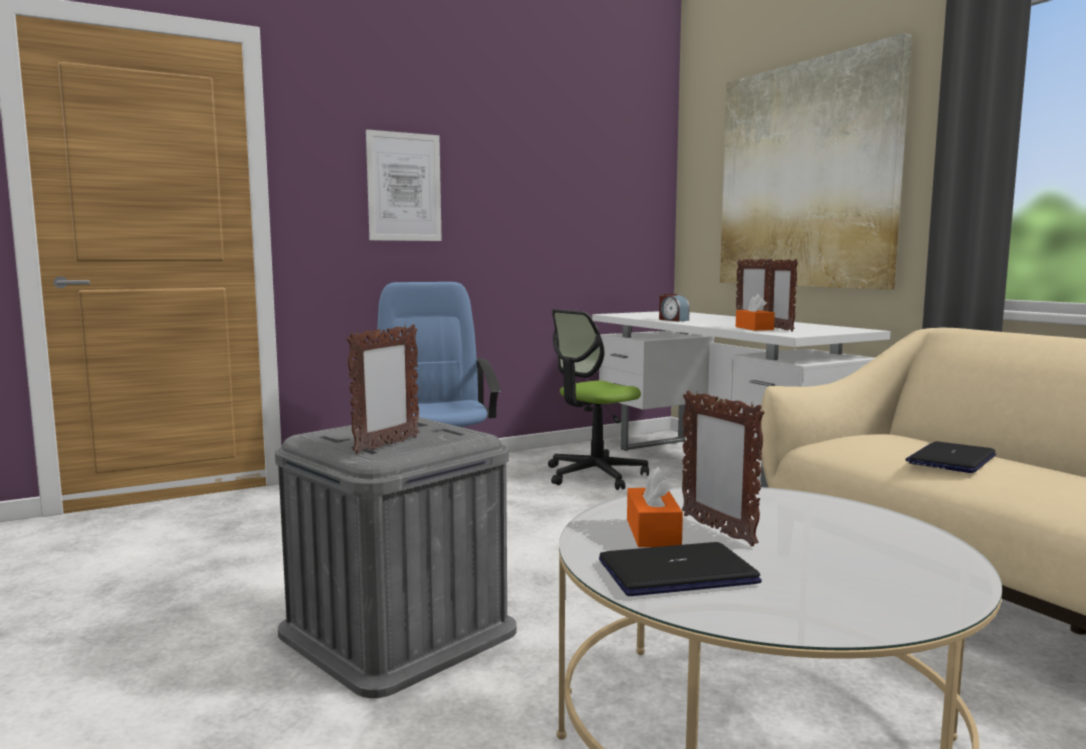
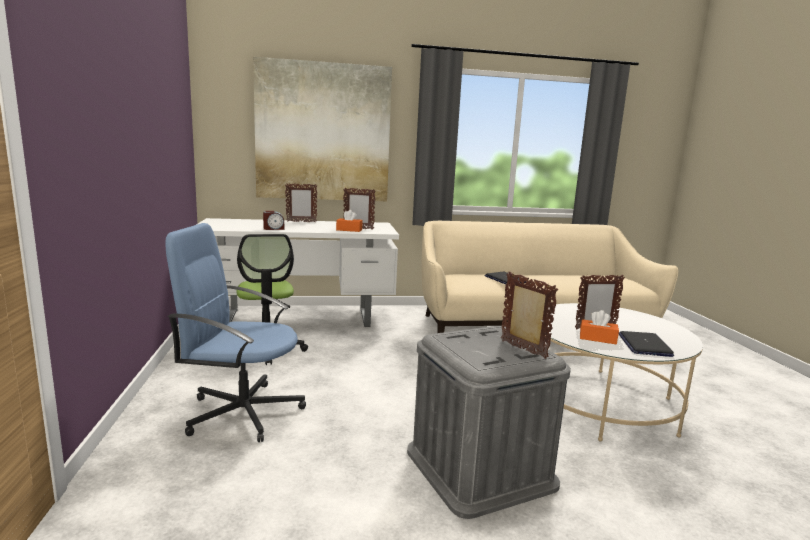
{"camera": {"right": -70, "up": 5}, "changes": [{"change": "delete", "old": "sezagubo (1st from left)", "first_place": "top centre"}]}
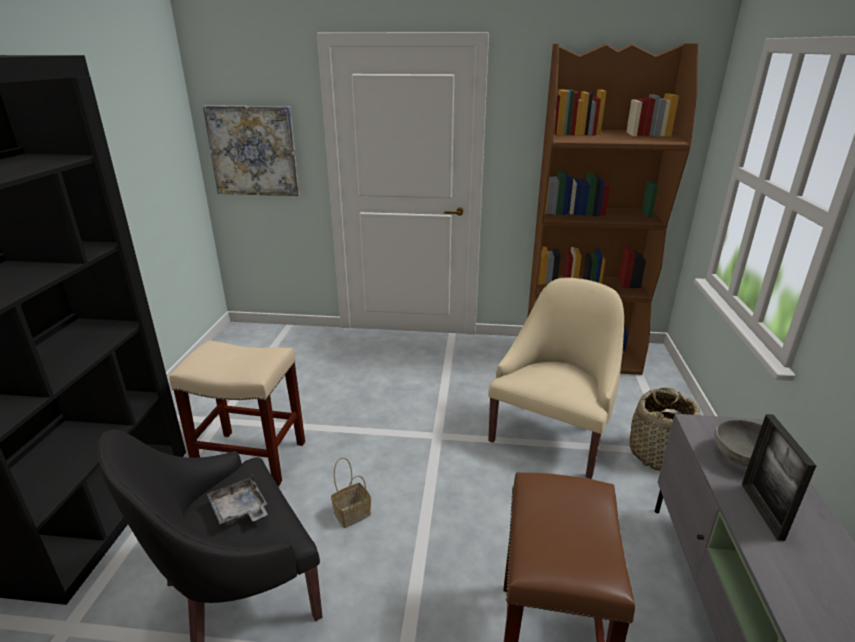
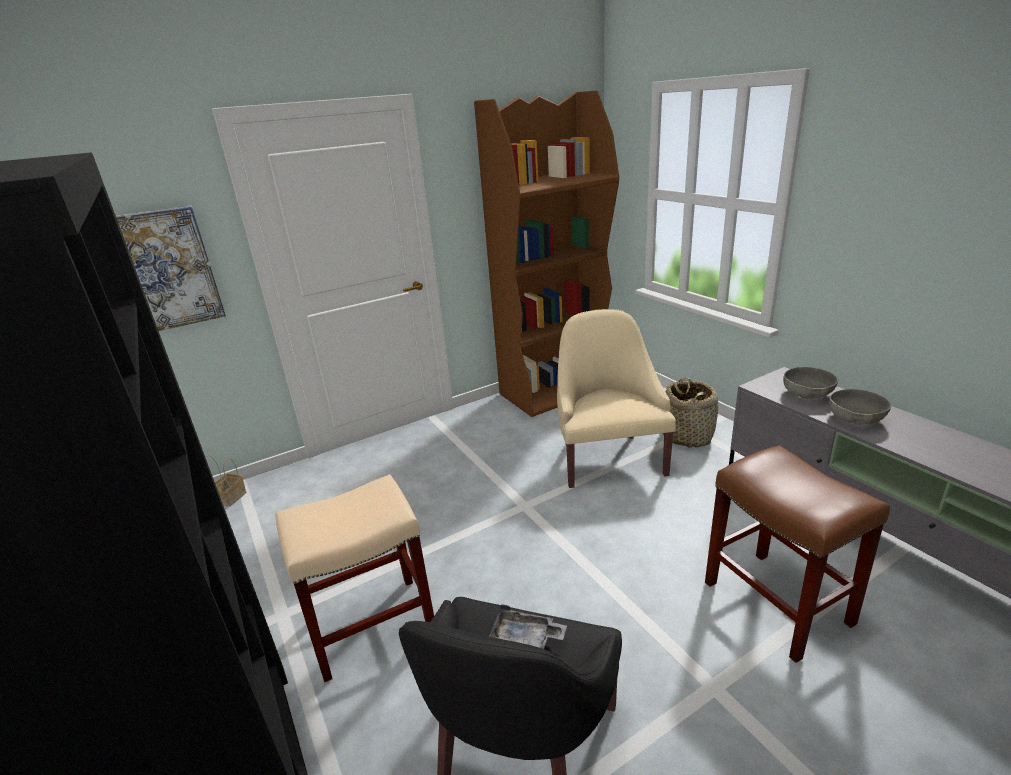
{"camera": {"right": -35, "up": 0}, "changes": [{"change": "move", "old": "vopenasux (1st from left)", "first_place": "bottom centre", "second_place": "middle left"}, {"change": "replace", "old": "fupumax", "new": "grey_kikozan (2nd from left)", "first_place": "bottom right", "second_place": "middle right"}]}
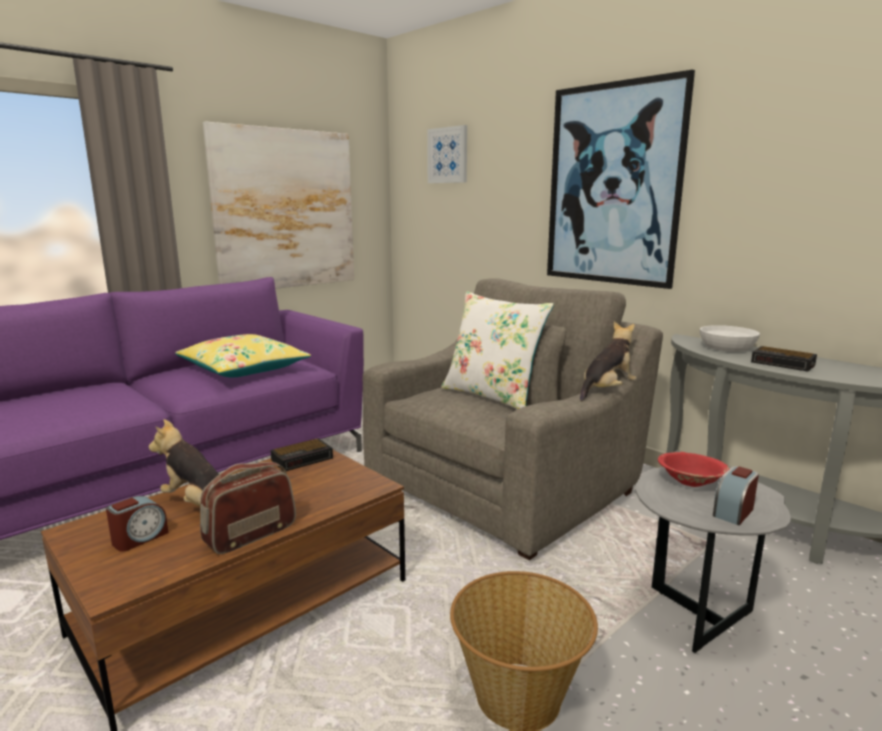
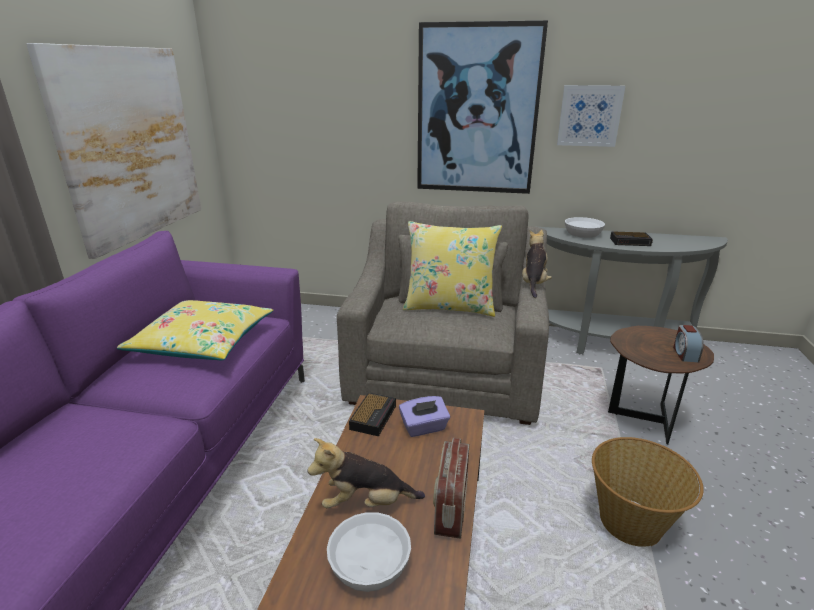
{"camera": {"right": -35, "up": 10}, "changes": [{"change": "delete", "old": "red_kikozan", "first_place": "middle right"}, {"change": "insert", "new": "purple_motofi", "second_place": "bottom centre"}, {"change": "move", "old": "sezagubo (2nd from left in the first image)", "new": "sezagubo (3rd from left)", "first_place": "top centre", "second_place": "top right"}, {"change": "replace", "old": "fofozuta (1st from left)", "new": "white_kikozan (1st from left)", "first_place": "bottom left", "second_place": "bottom centre"}, {"change": "recolor", "old": "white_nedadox", "new": "yellow_nedadox (2nd from left)", "first_place": "centre", "second_place": "centre"}, {"change": "recolor", "old": "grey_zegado", "new": "brown_zegado", "first_place": "bottom right", "second_place": "middle right"}]}
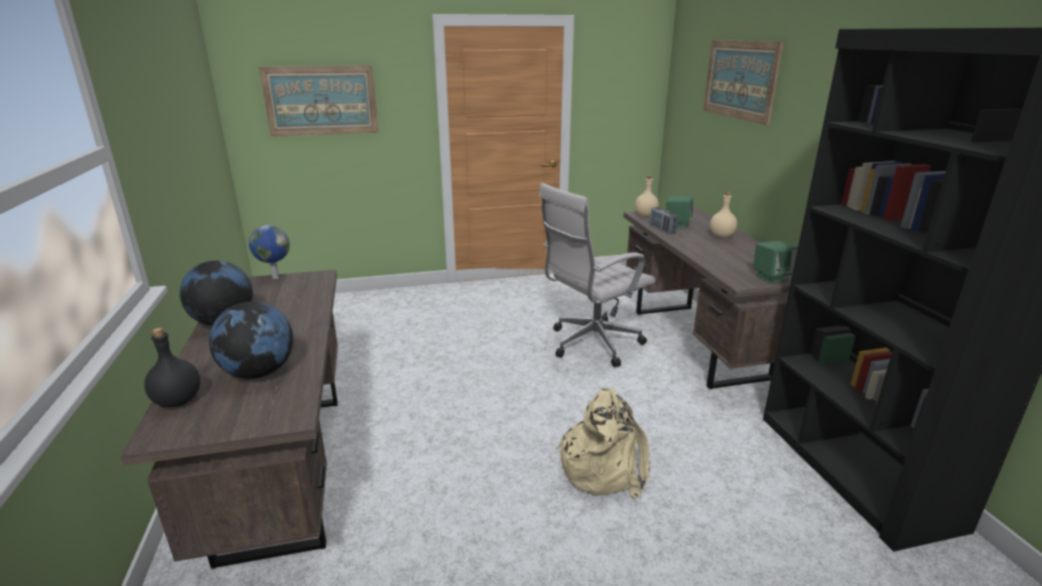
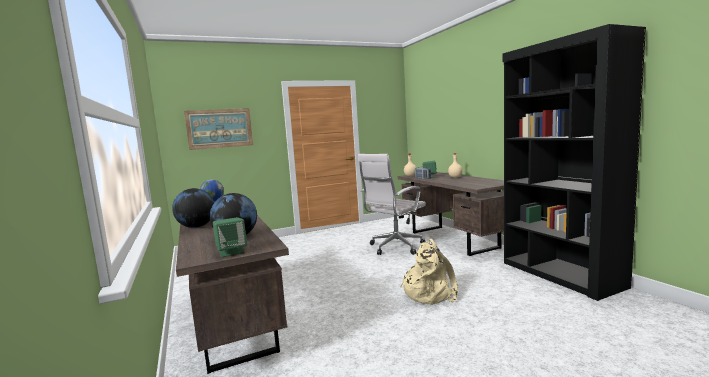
{"camera": {"right": -10, "up": -15}, "changes": [{"change": "delete", "old": "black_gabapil", "first_place": "middle left"}, {"change": "delete", "old": "sezagubo (2nd from left)", "first_place": "top right"}, {"change": "move", "old": "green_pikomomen (2nd from left in the first image)", "new": "green_pikomomen (1st from left)", "first_place": "middle right", "second_place": "middle left"}]}
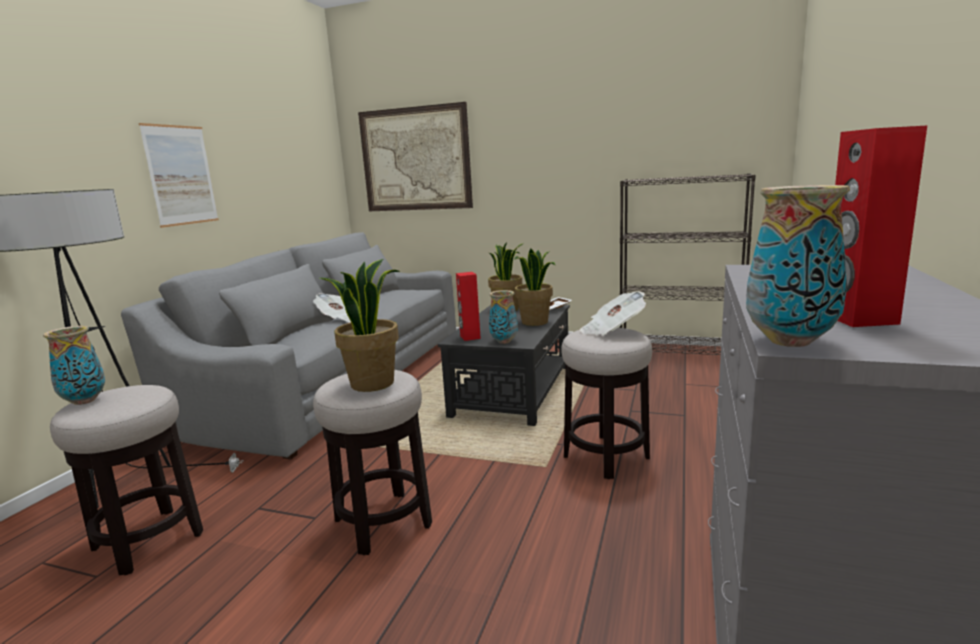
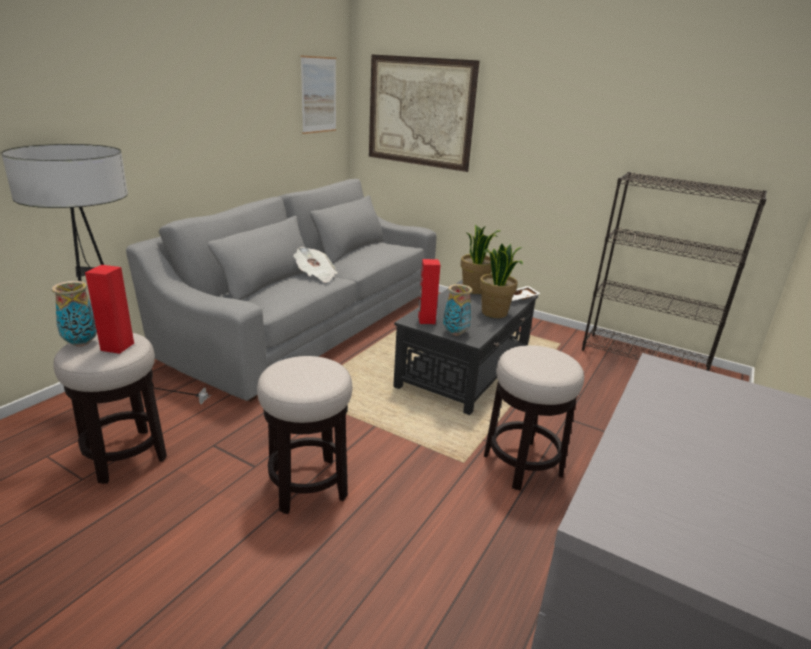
{"camera": {"right": 10, "up": 10}, "changes": [{"change": "delete", "old": "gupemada (1st from left)", "first_place": "centre"}, {"change": "delete", "old": "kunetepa (2nd from left)", "first_place": "centre"}, {"change": "delete", "old": "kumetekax (3rd from left)", "first_place": "middle right"}, {"change": "move", "old": "sezagubo (1st from left)", "first_place": "top left", "second_place": "top centre"}, {"change": "move", "old": "red_pikomomen (2nd from left in the first image)", "new": "red_pikomomen (1st from left)", "first_place": "middle right", "second_place": "middle left"}]}
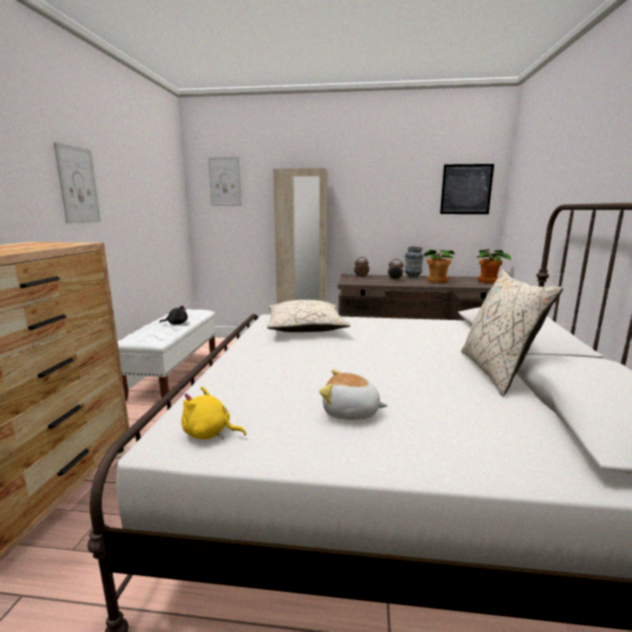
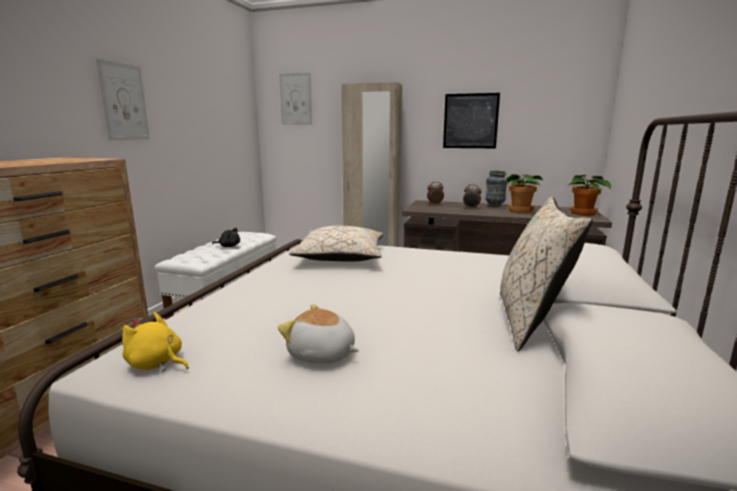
{"camera": {"right": 10, "up": 0}, "changes": [{"change": "move", "old": "sezagubo (3rd from left)", "first_place": "top right", "second_place": "top centre"}]}
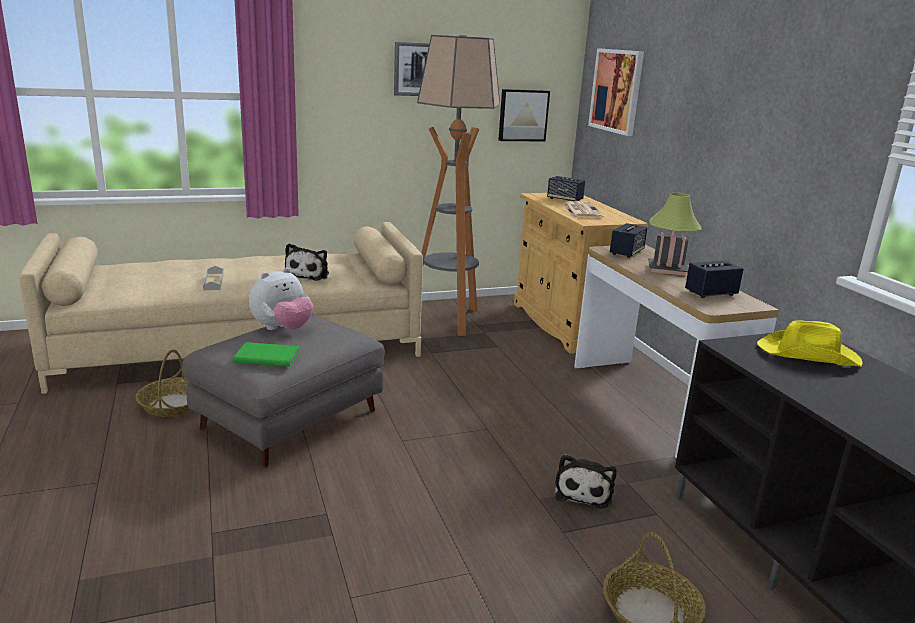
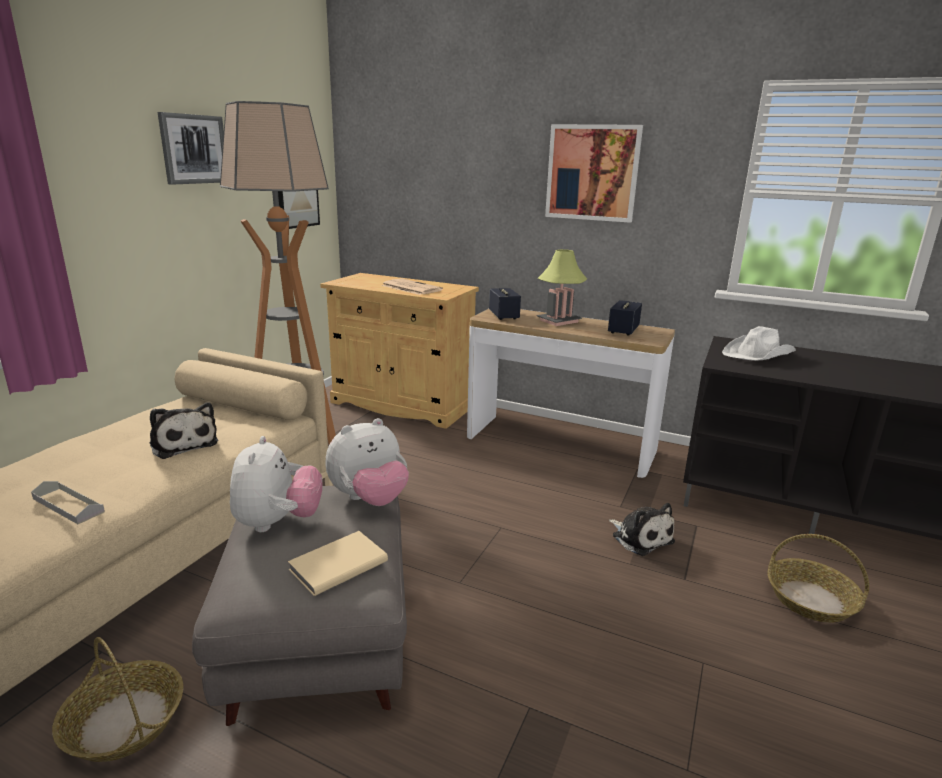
{"camera": {"right": -45, "up": 0}, "changes": [{"change": "delete", "old": "pikomomen (1st from left)", "first_place": "top centre"}, {"change": "insert", "new": "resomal (3rd from left)", "second_place": "centre"}, {"change": "move", "old": "sezagubo (3rd from left)", "first_place": "top right", "second_place": "top centre"}, {"change": "recolor", "old": "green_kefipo", "new": "beige_kefipo", "first_place": "middle left", "second_place": "bottom centre"}, {"change": "recolor", "old": "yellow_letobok", "new": "white_letobok", "first_place": "middle right", "second_place": "middle right"}]}
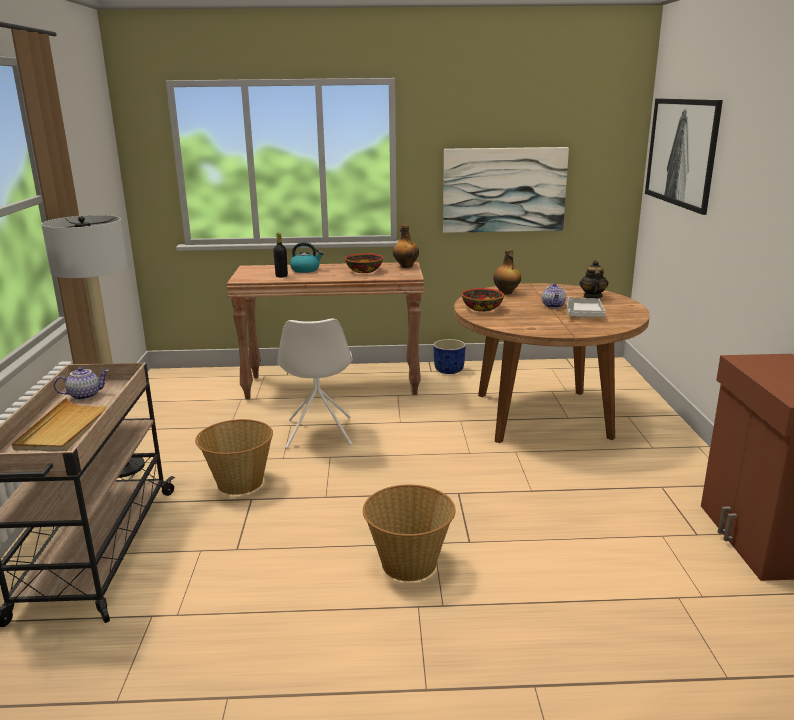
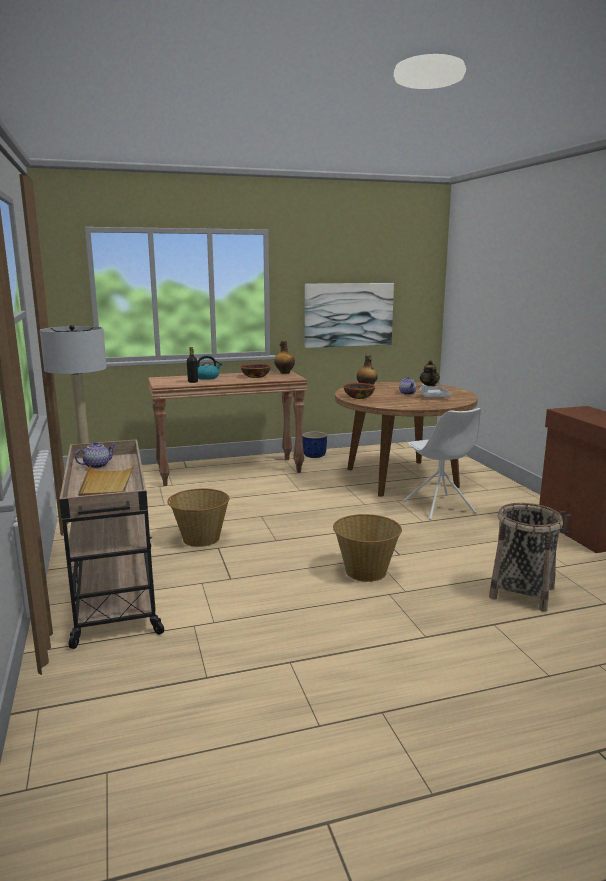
{"camera": {"right": -15, "up": -5}, "changes": [{"change": "delete", "old": "sezagubo (2nd from left)", "first_place": "top right"}, {"change": "insert", "new": "vopenasux (3rd from left)", "second_place": "middle right"}, {"change": "move", "old": "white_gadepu", "first_place": "centre", "second_place": "middle right"}]}
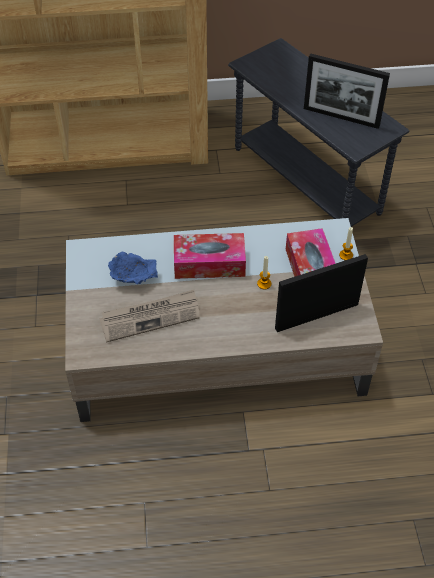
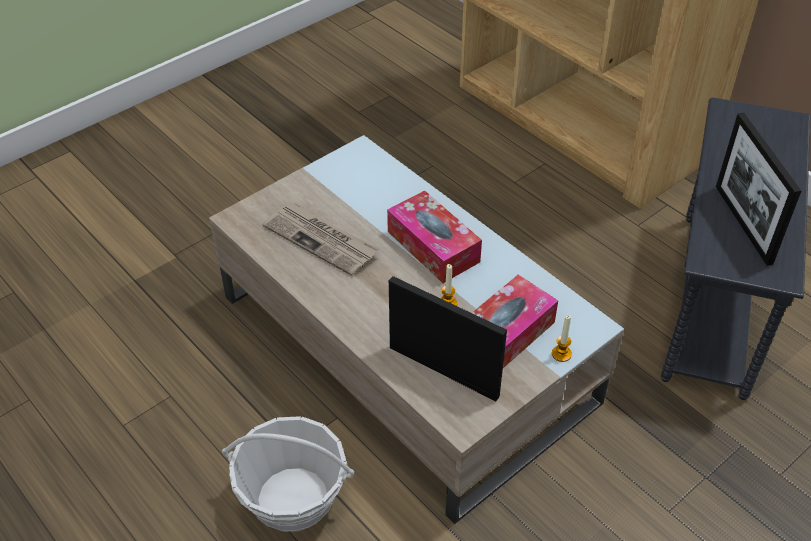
{"camera": {"right": 55, "up": -5}, "changes": [{"change": "delete", "old": "blue_kikozan", "first_place": "middle left"}, {"change": "insert", "new": "vopenasux", "second_place": "bottom centre"}]}
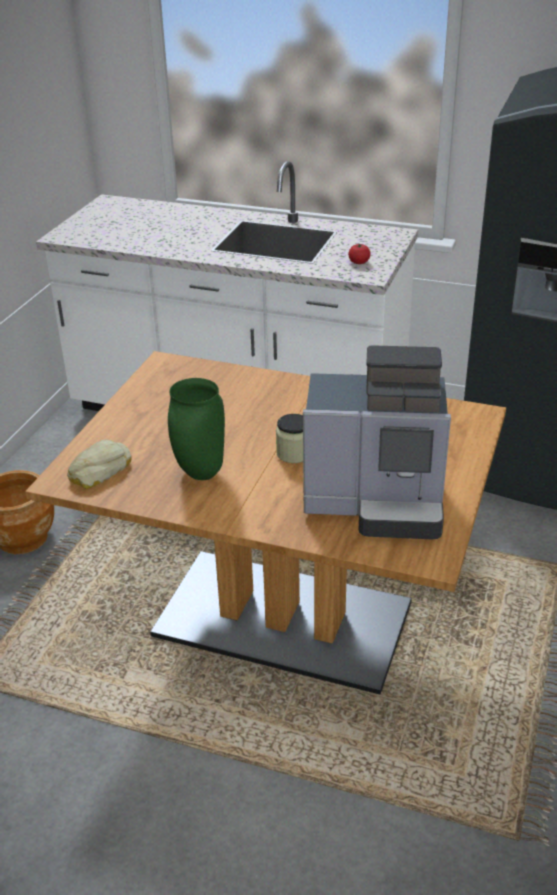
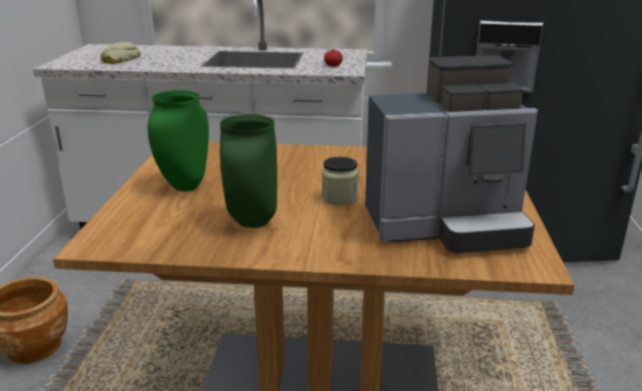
{"camera": {"right": -15, "up": -10}, "changes": [{"change": "insert", "new": "green_kumetekax (1st from left)", "second_place": "middle left"}, {"change": "move", "old": "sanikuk", "first_place": "middle left", "second_place": "top left"}]}
